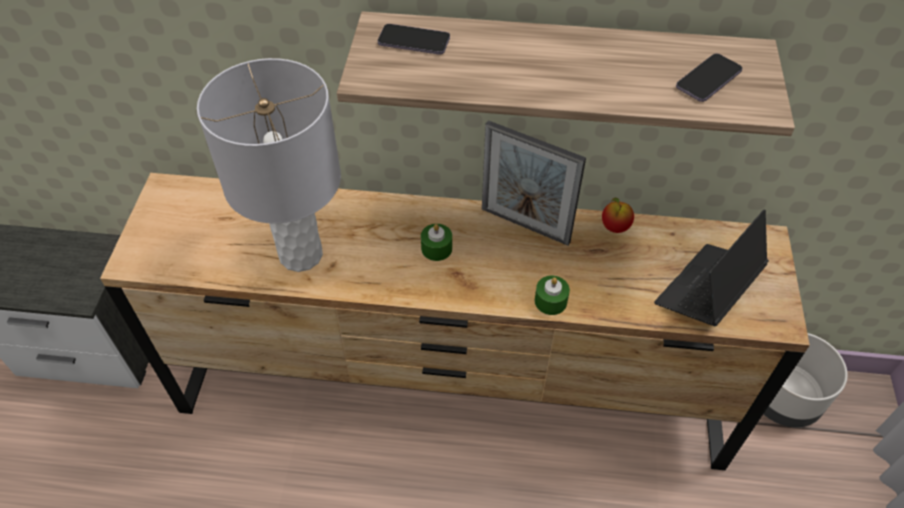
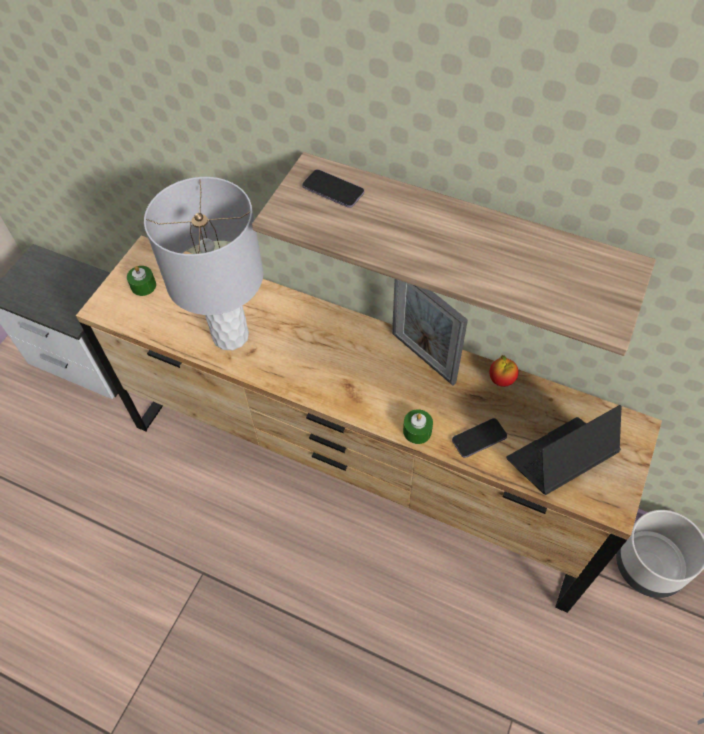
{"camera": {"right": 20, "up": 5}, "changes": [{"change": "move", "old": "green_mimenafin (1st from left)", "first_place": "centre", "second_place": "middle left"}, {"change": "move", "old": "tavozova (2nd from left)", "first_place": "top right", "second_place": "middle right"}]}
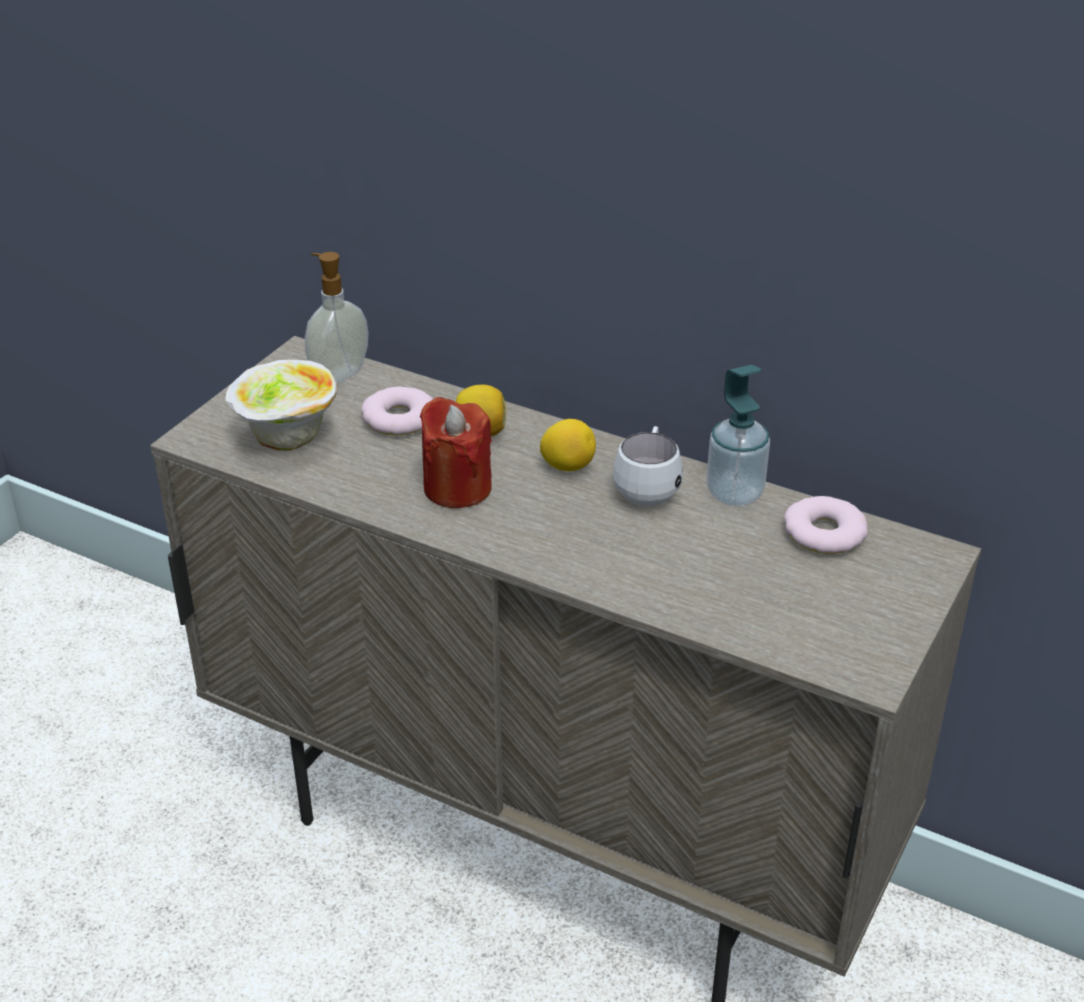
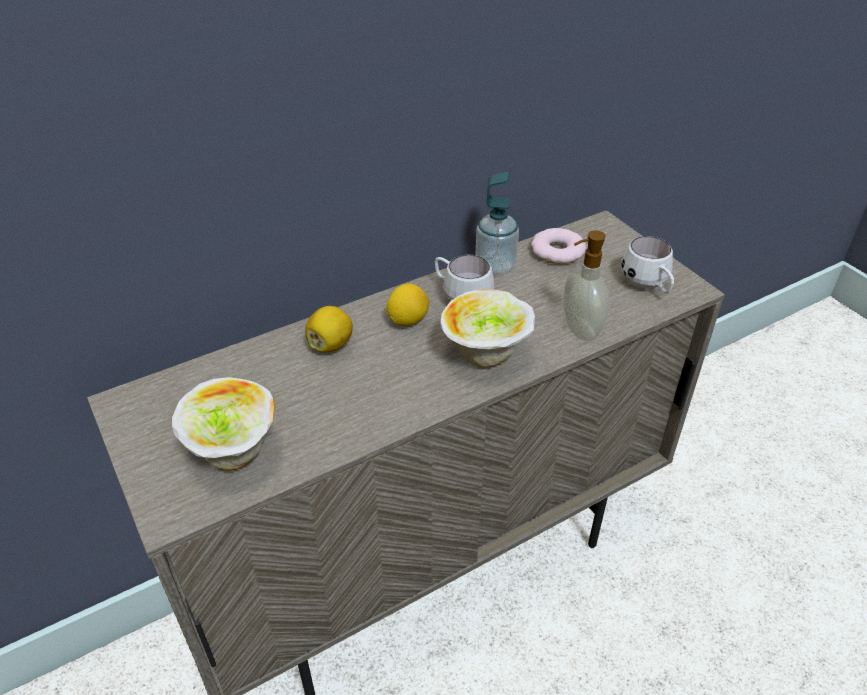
{"camera": {"right": -60, "up": 5}, "changes": [{"change": "delete", "old": "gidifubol (1st from left)", "first_place": "centre"}, {"change": "delete", "old": "red_mimenafin", "first_place": "centre"}, {"change": "insert", "new": "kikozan (2nd from left)", "second_place": "centre"}, {"change": "insert", "new": "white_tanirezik (2nd from left)", "second_place": "middle right"}, {"change": "move", "old": "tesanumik (1st from left in the first image)", "new": "tesanumik (2nd from left)", "first_place": "top left", "second_place": "middle right"}]}
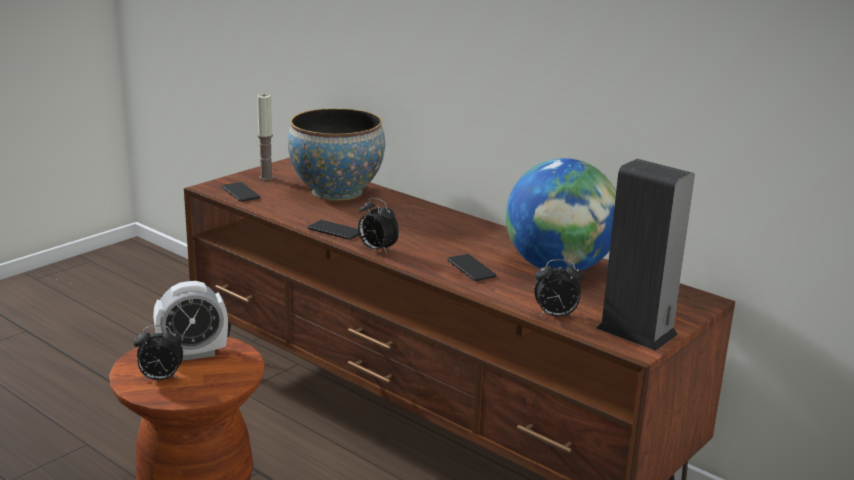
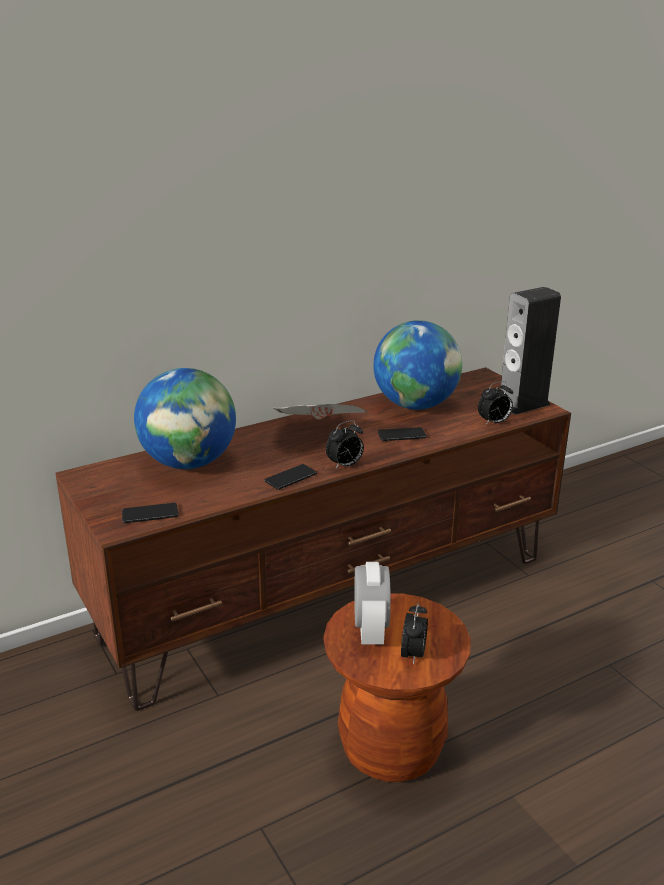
{"camera": {"right": -70, "up": 5}, "changes": [{"change": "delete", "old": "mimenafin", "first_place": "top left"}, {"change": "insert", "new": "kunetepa", "second_place": "centre"}, {"change": "replace", "old": "kikozan", "new": "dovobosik (1st from left)", "first_place": "top centre", "second_place": "middle left"}, {"change": "rotate", "old": "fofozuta (4th from left)", "first_place": "centre", "second_place": "middle right", "degrees": 45}]}
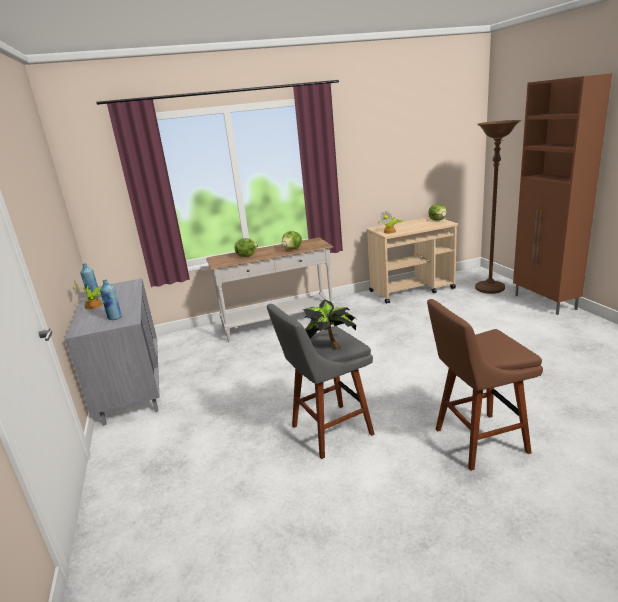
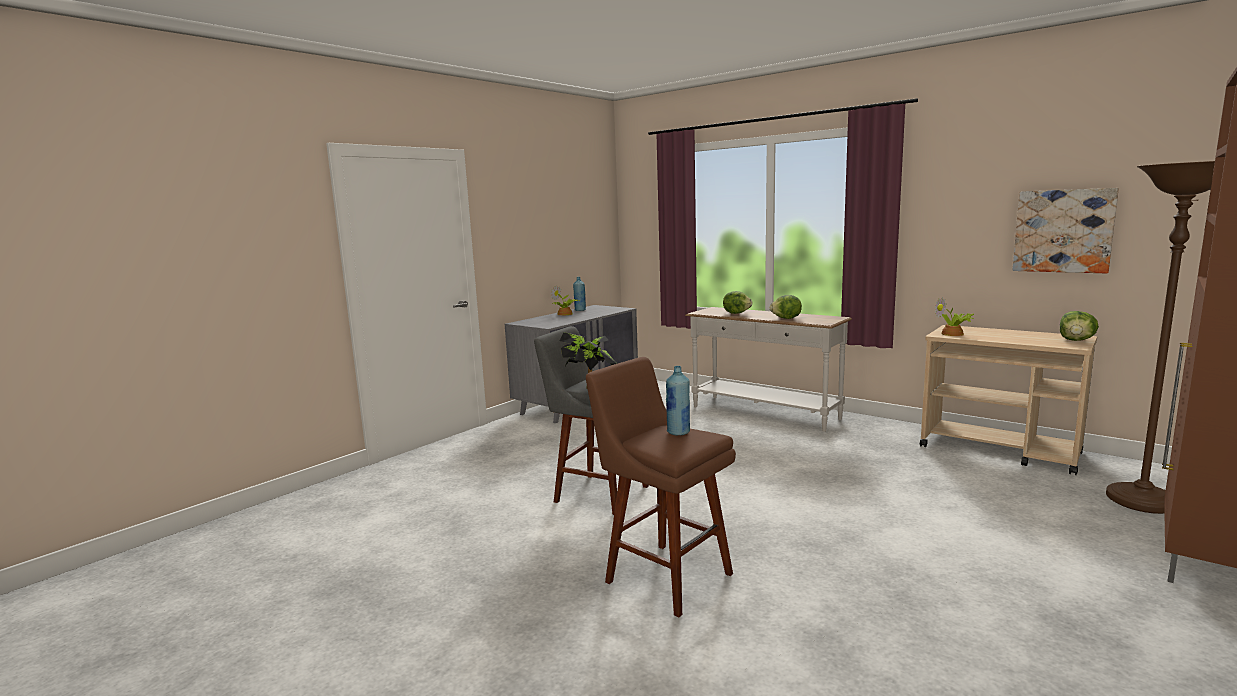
{"camera": {"right": 55, "up": -10}, "changes": [{"change": "insert", "new": "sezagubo", "second_place": "top right"}, {"change": "move", "old": "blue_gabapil (2nd from left)", "first_place": "middle left", "second_place": "centre"}]}
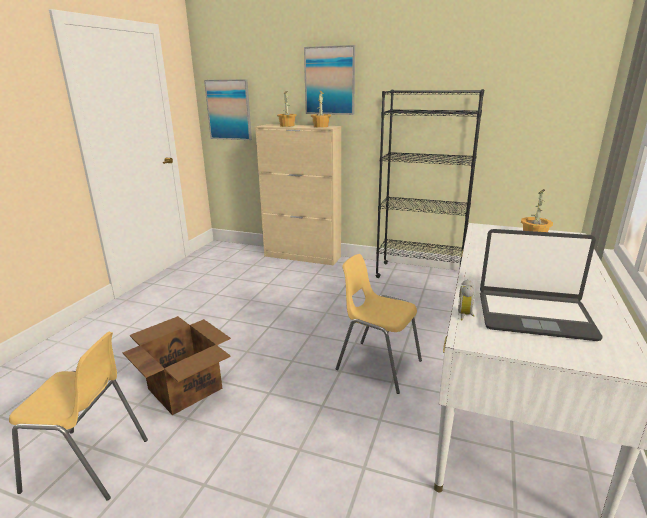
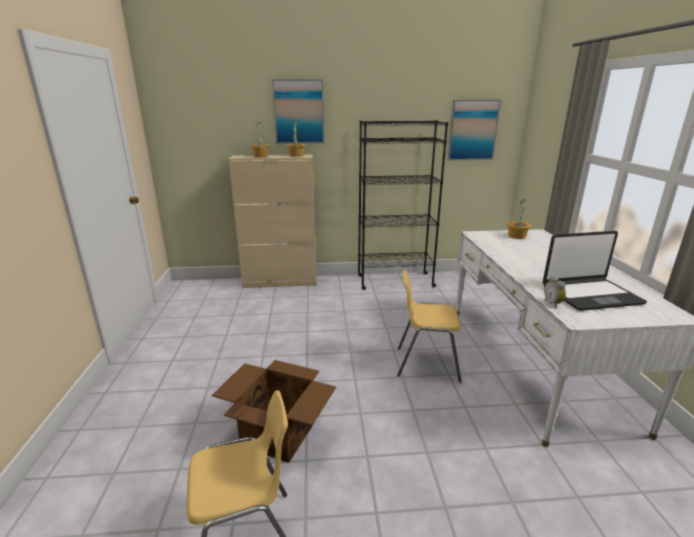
{"camera": {"right": -25, "up": 0}, "changes": [{"change": "move", "old": "sezagubo (1st from left in the first image)", "new": "sezagubo (2nd from left)", "first_place": "top centre", "second_place": "top right"}]}
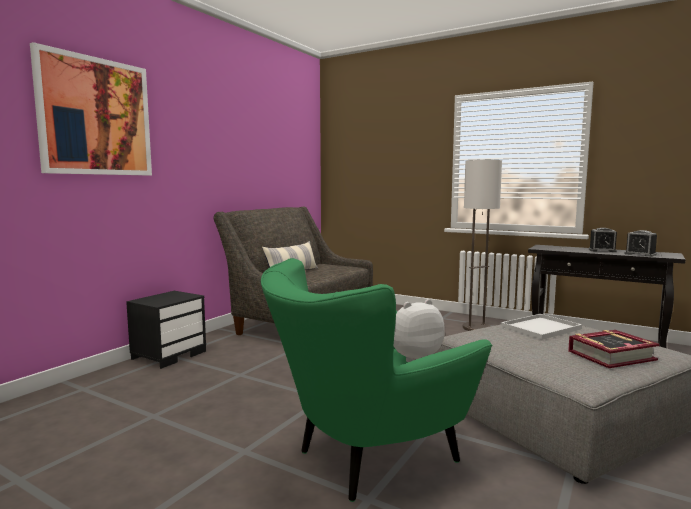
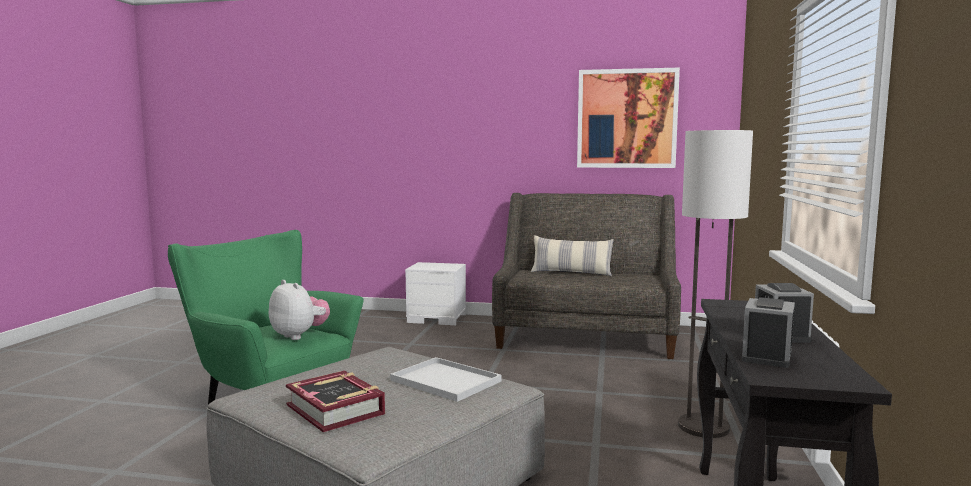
{"camera": {"right": 70, "up": 0}, "changes": [{"change": "move", "old": "sezagubo", "first_place": "top left", "second_place": "top centre"}, {"change": "recolor", "old": "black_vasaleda", "new": "white_vasaleda", "first_place": "middle left", "second_place": "centre"}]}
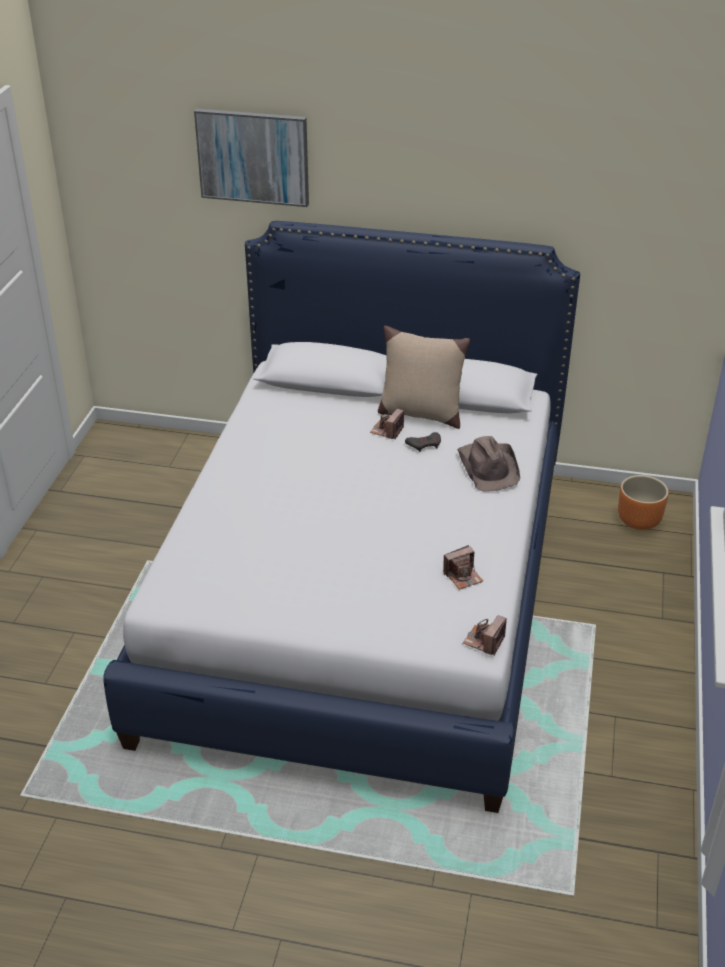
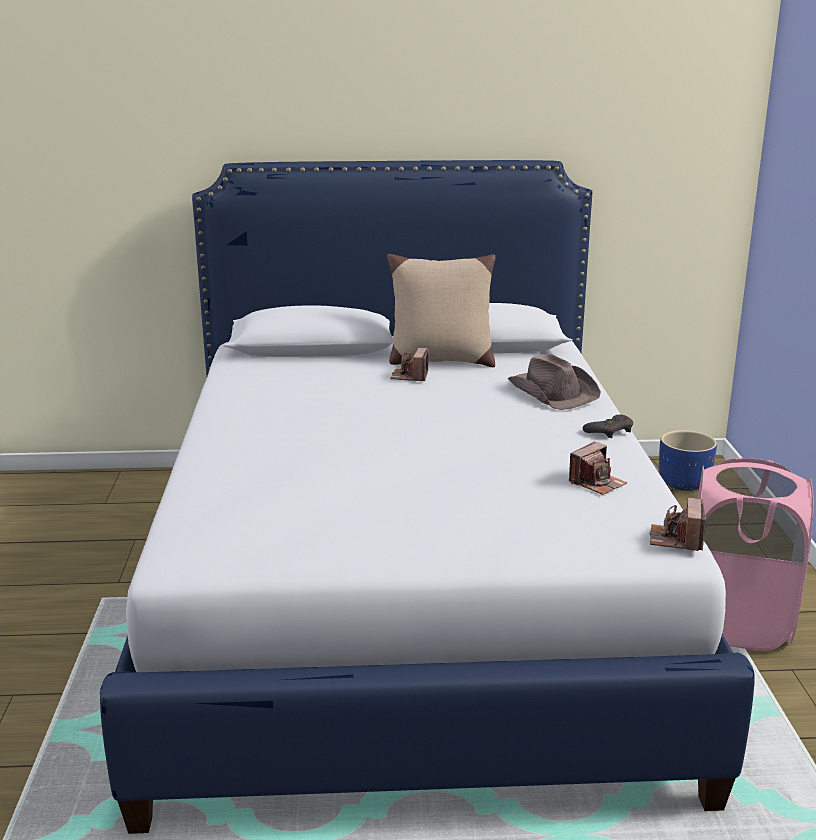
{"camera": {"right": -15, "up": -15}, "changes": [{"change": "delete", "old": "sezagubo", "first_place": "top centre"}, {"change": "insert", "new": "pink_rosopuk", "second_place": "middle right"}, {"change": "move", "old": "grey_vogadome", "first_place": "centre", "second_place": "middle right"}, {"change": "recolor", "old": "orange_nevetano", "new": "blue_nevetano", "first_place": "middle right", "second_place": "middle right"}]}
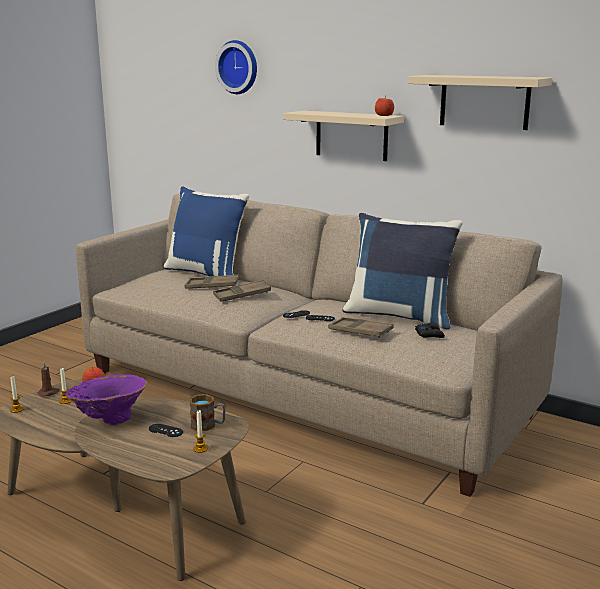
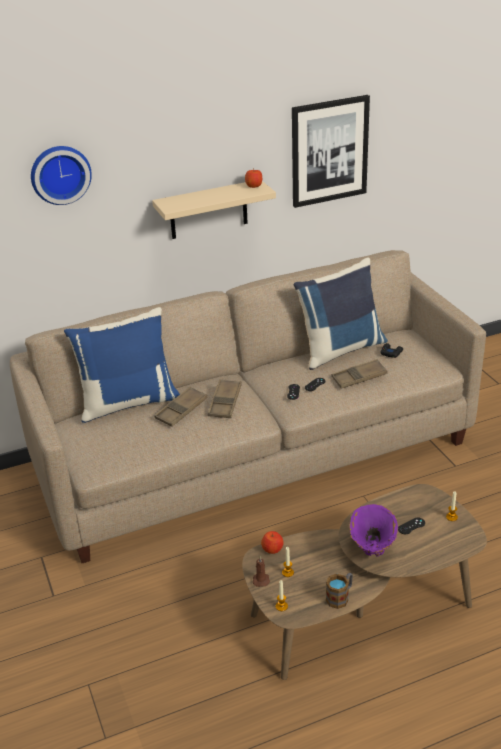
{"camera": {"right": -55, "up": 15}, "changes": [{"change": "move", "old": "tanirezik", "first_place": "bottom centre", "second_place": "bottom right"}, {"change": "replace", "old": "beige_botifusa (2nd from left)", "new": "sezagubo", "first_place": "top right", "second_place": "top centre"}]}
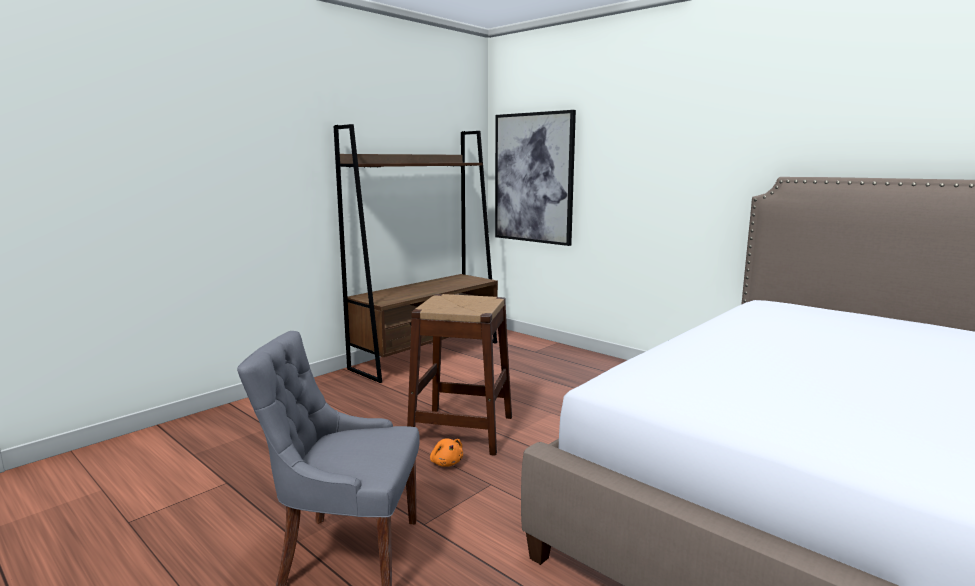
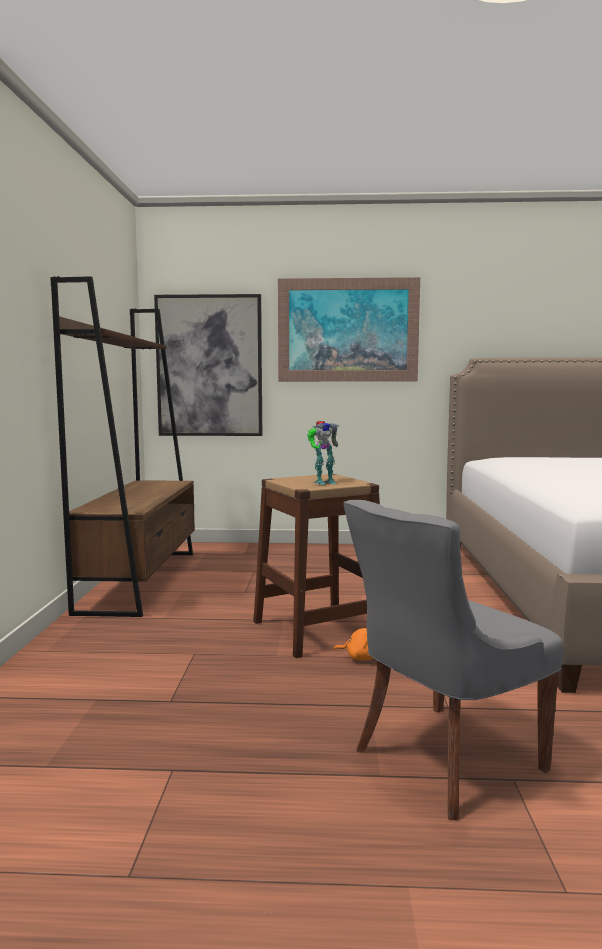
{"camera": {"right": -40, "up": -5}, "changes": [{"change": "insert", "new": "sezagubo (2nd from left)", "second_place": "centre"}, {"change": "insert", "new": "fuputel", "second_place": "centre"}]}
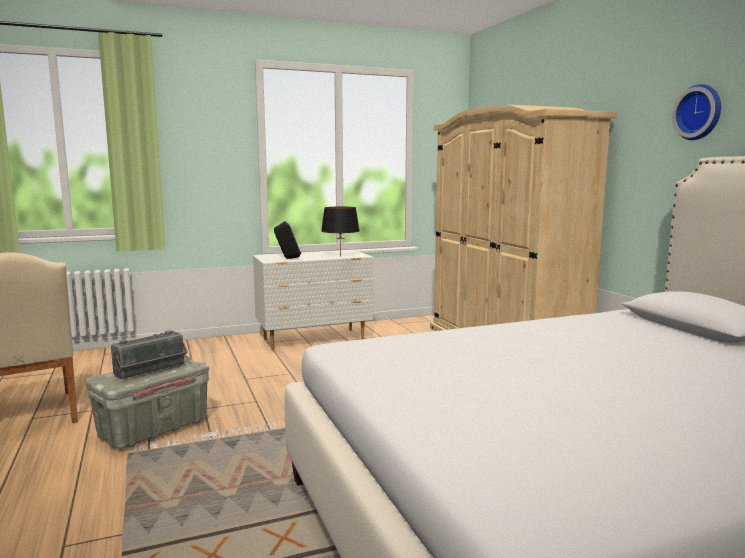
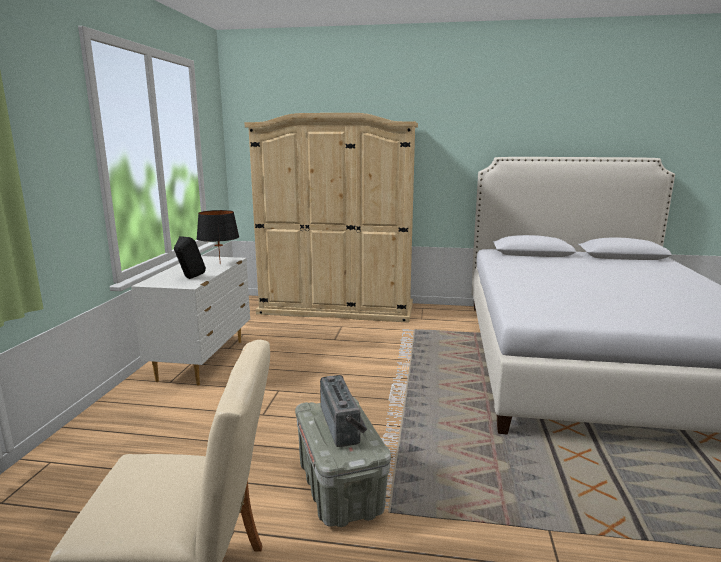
{"camera": {"right": -60, "up": 5}, "changes": [{"change": "delete", "old": "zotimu", "first_place": "top right"}]}
